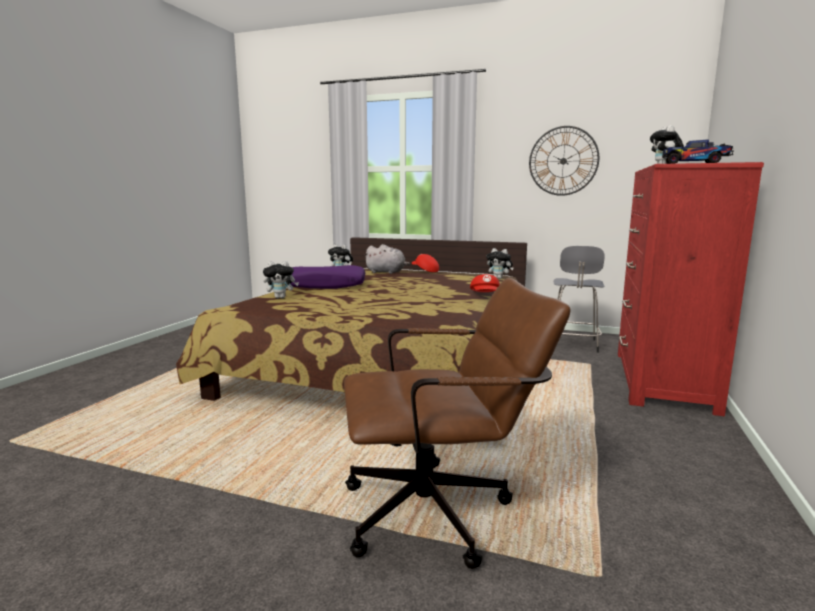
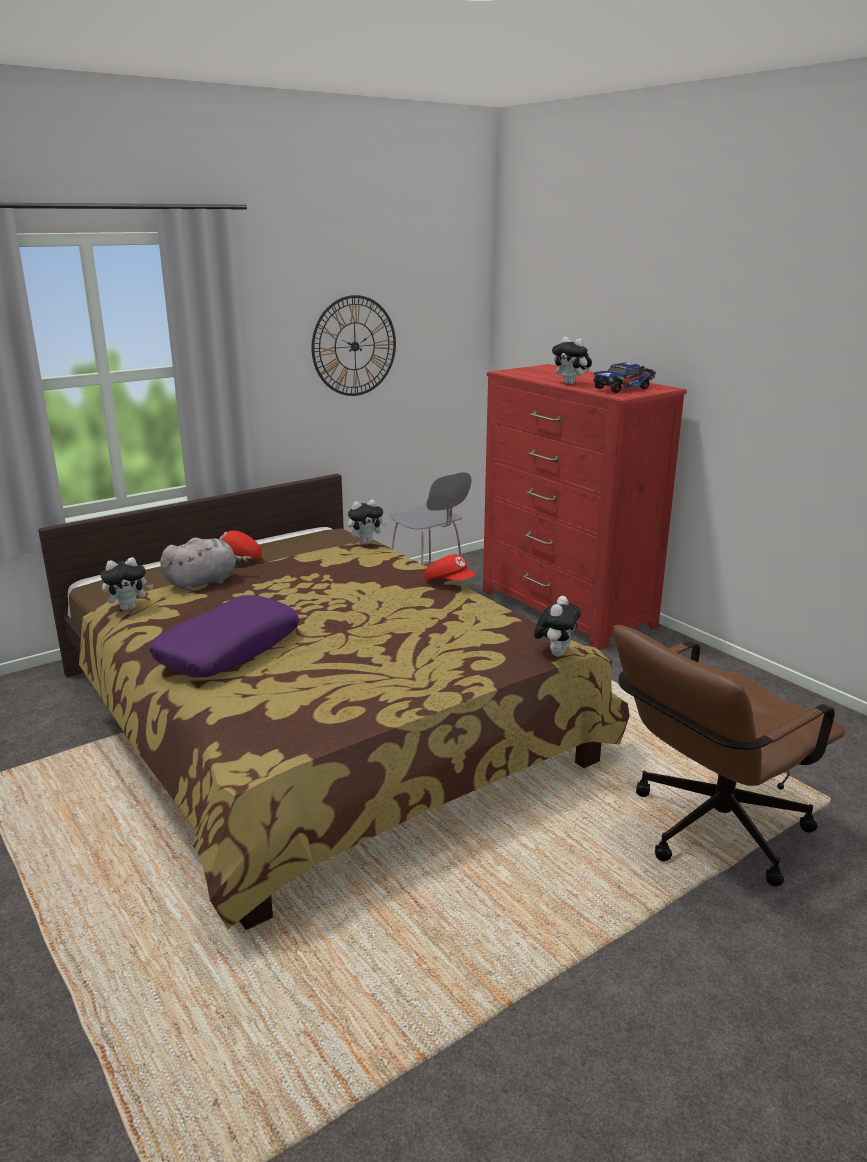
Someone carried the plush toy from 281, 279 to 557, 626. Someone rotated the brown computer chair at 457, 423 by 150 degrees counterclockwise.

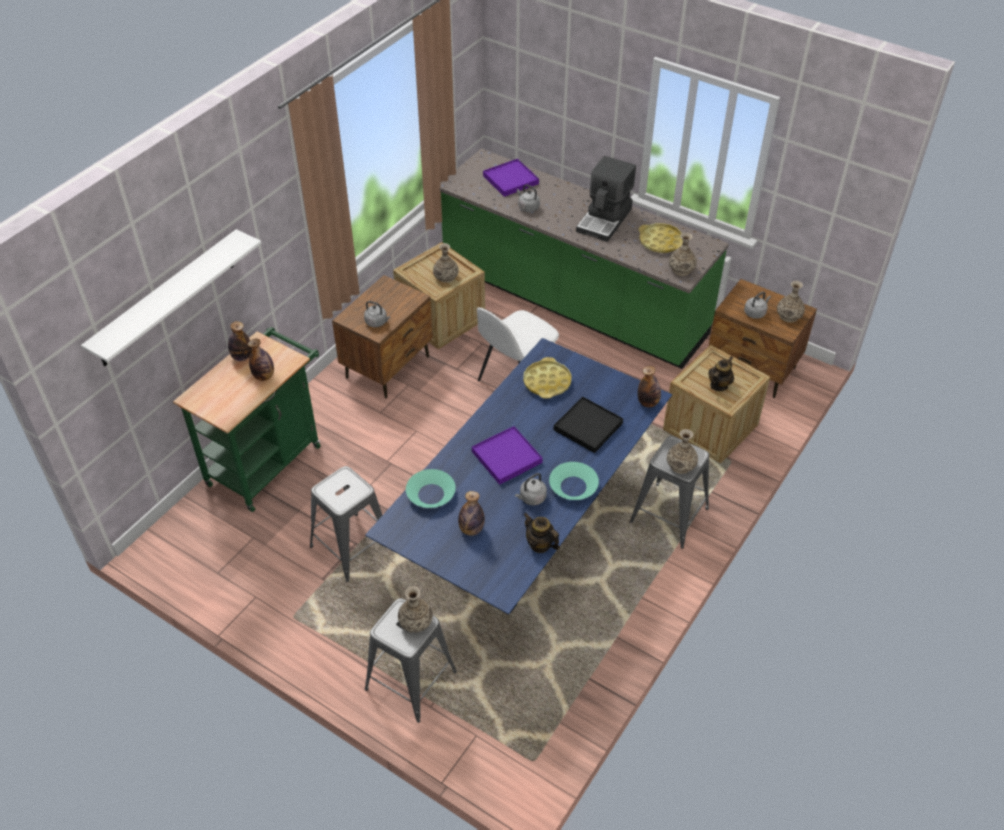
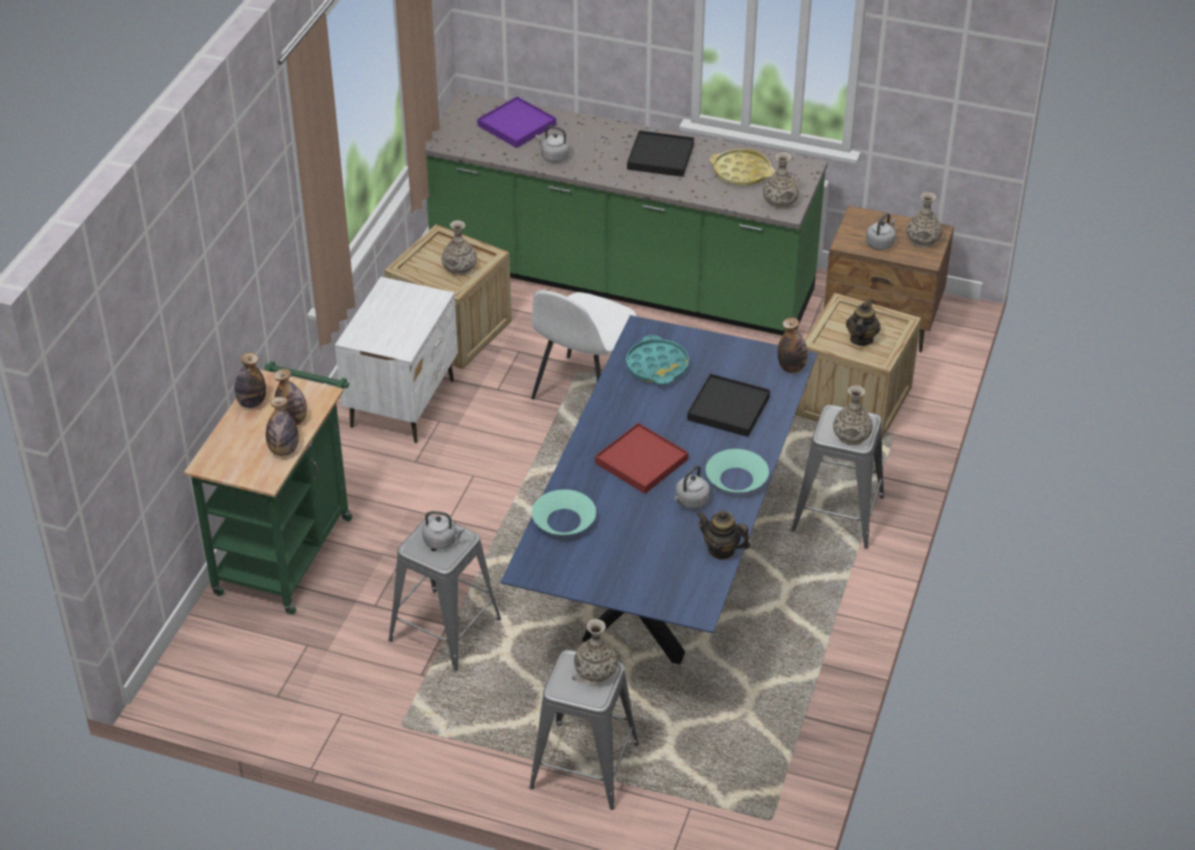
Someone took away the white bracket shelf at 171, 297. Someone carried the grey tea kettle from 377, 314 to 443, 530. Someone carried the bottle from 471, 513 to 282, 426. Someone swapped the coffee maker at 606, 199 for the blackish carrying tray at 660, 154. Someone repainted the brown night table at 382, 336, which became the white night table at 396, 360. Someone repainted the purplish carrying tray at 507, 455, which became the red carrying tray at 641, 458. Someone repainted the yellow-coloured carrying tray at 547, 378, which became the blue-green carrying tray at 657, 360.

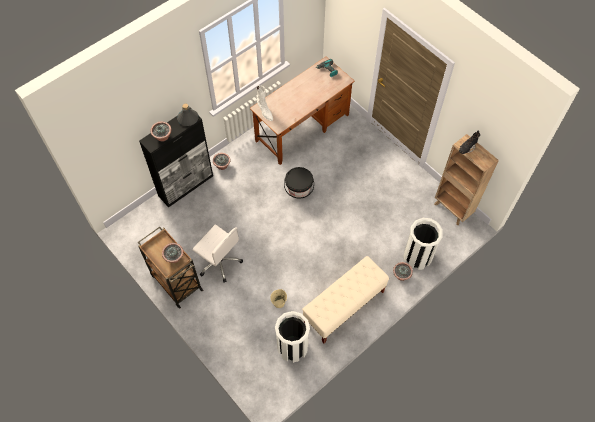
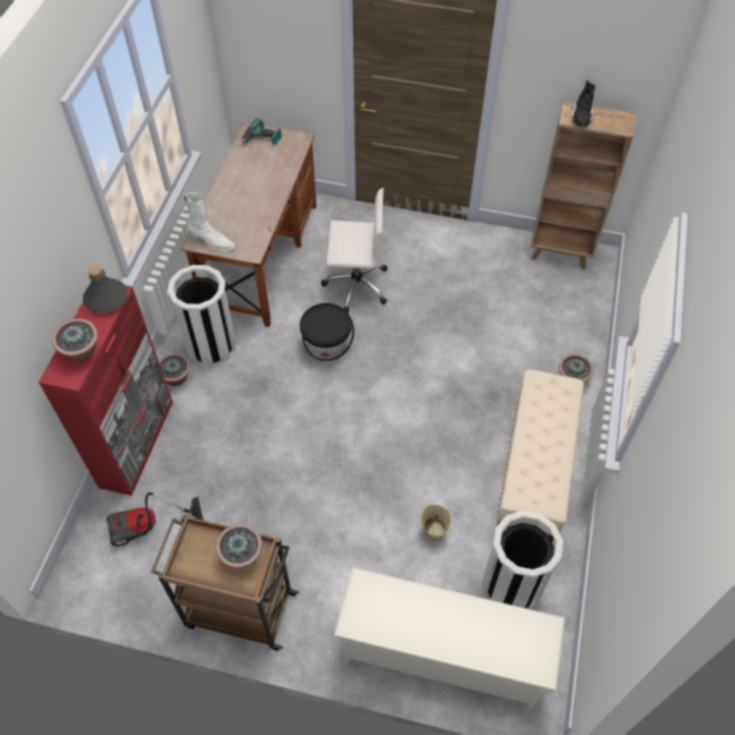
Someone put down the vacuum cleaner at 155, 519. Someone put down the white shoe stand at 449, 639. Someone carried the white computer chair from 217, 253 to 354, 250. Someone carried the white trash can from 423, 244 to 201, 315. Someone repainted the blackish cabinet at 176, 158, which became the red cabinet at 106, 390.

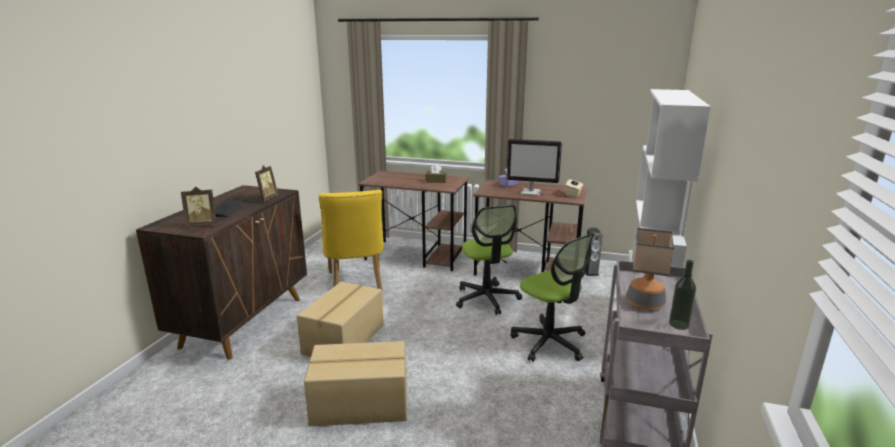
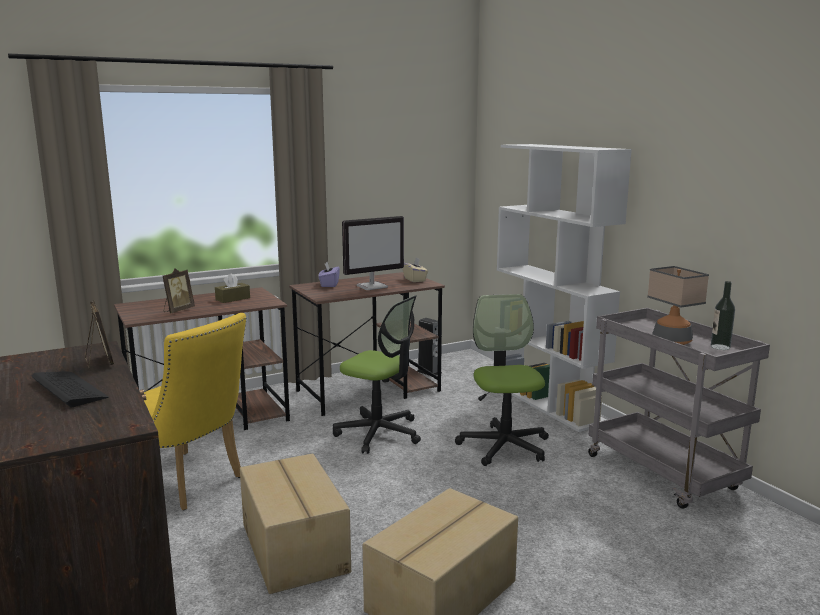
Someone carried the picture frame from 199, 207 to 179, 290. Someone rotated the computer chair at 553, 297 by 105 degrees counterclockwise.

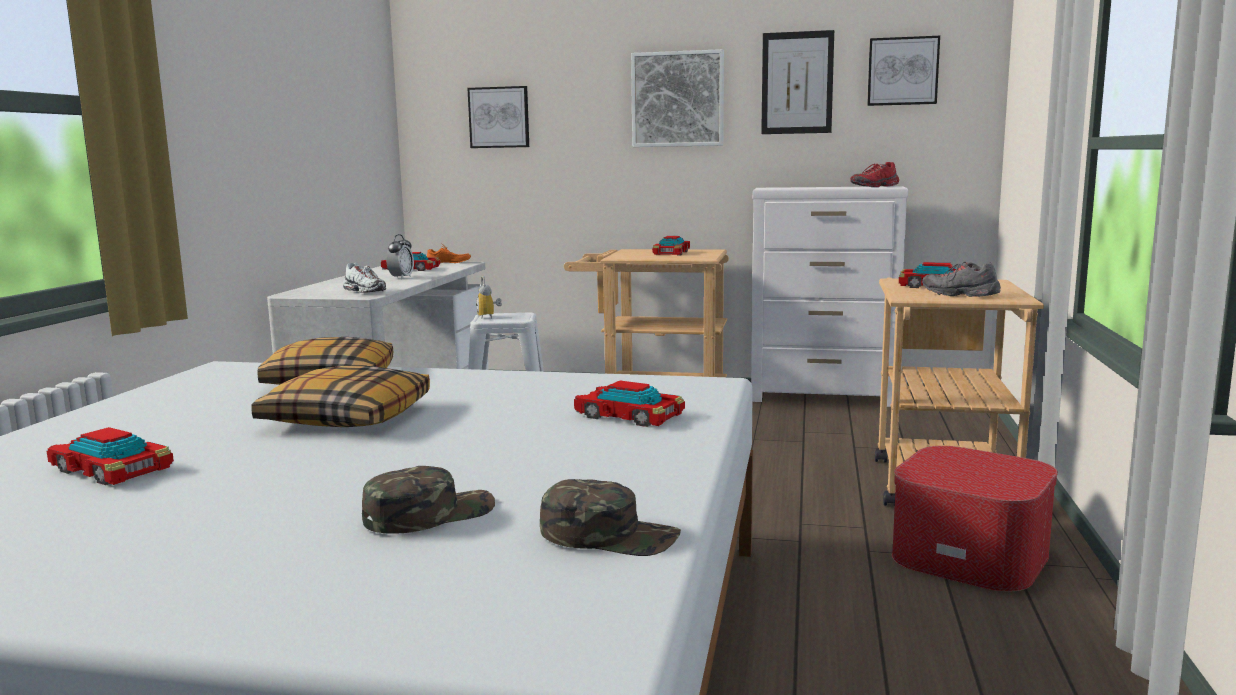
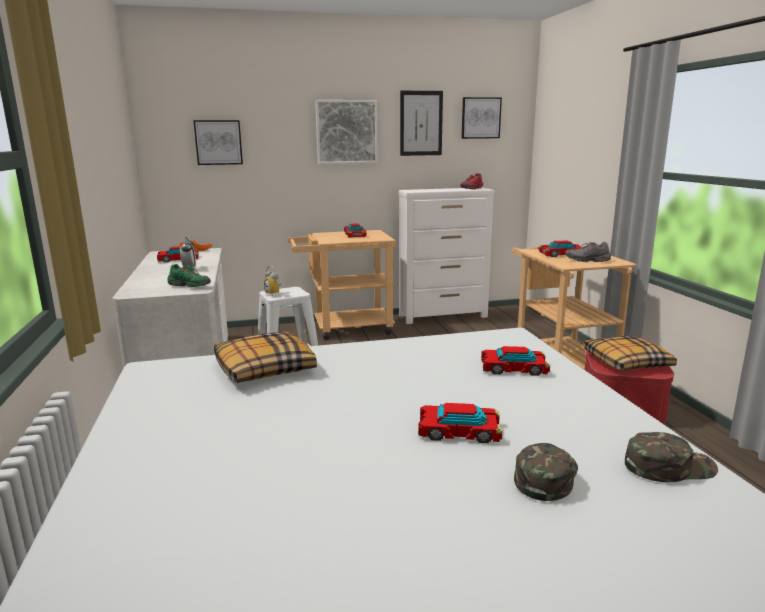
Someone carried the toy car from 110, 456 to 460, 423. Someone carried the pillow from 340, 396 to 630, 353. Someone repainted the white shoe at 364, 278, which became the green shoe at 189, 275.

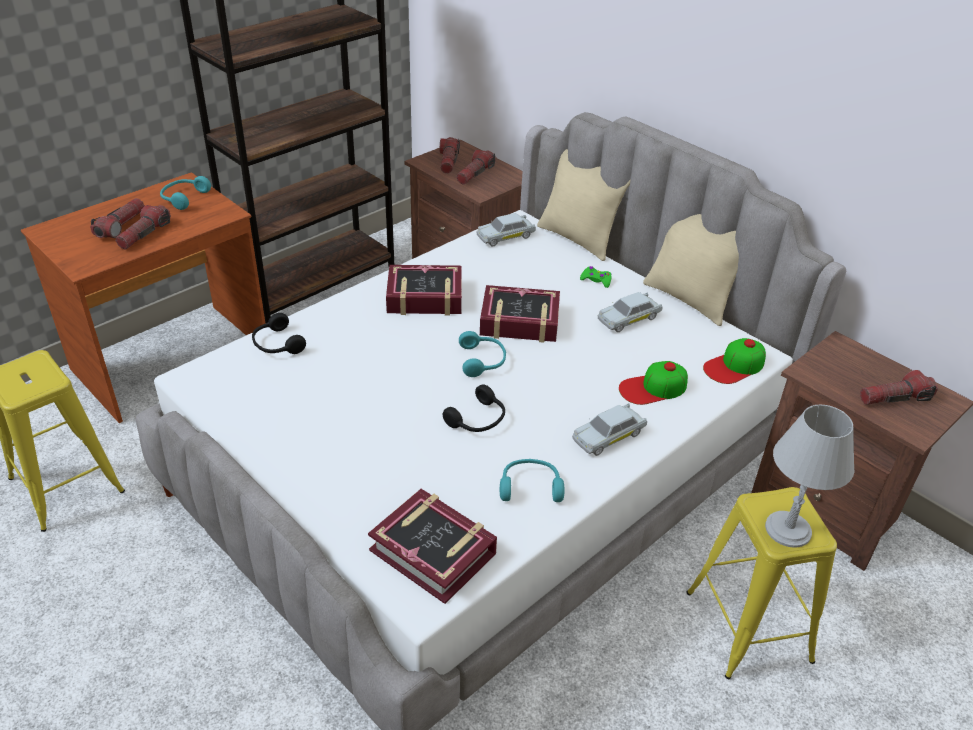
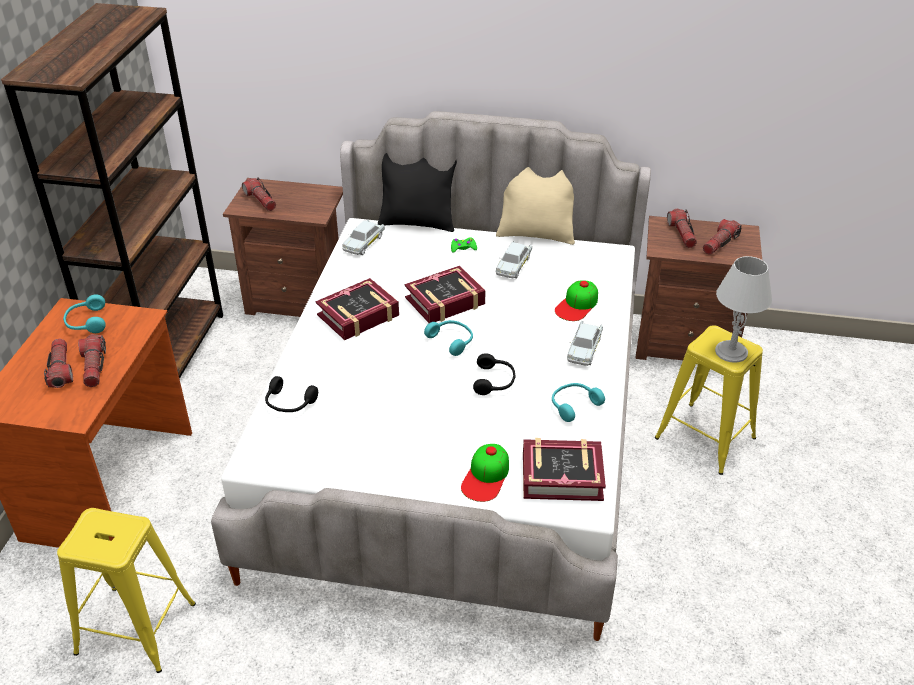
Someone carried the hand torch from 475, 167 to 682, 228. Someone carried the cap from 734, 361 to 485, 473. Someone repainted the beige-coloured pillow at 583, 205, which became the blackish pillow at 417, 192.

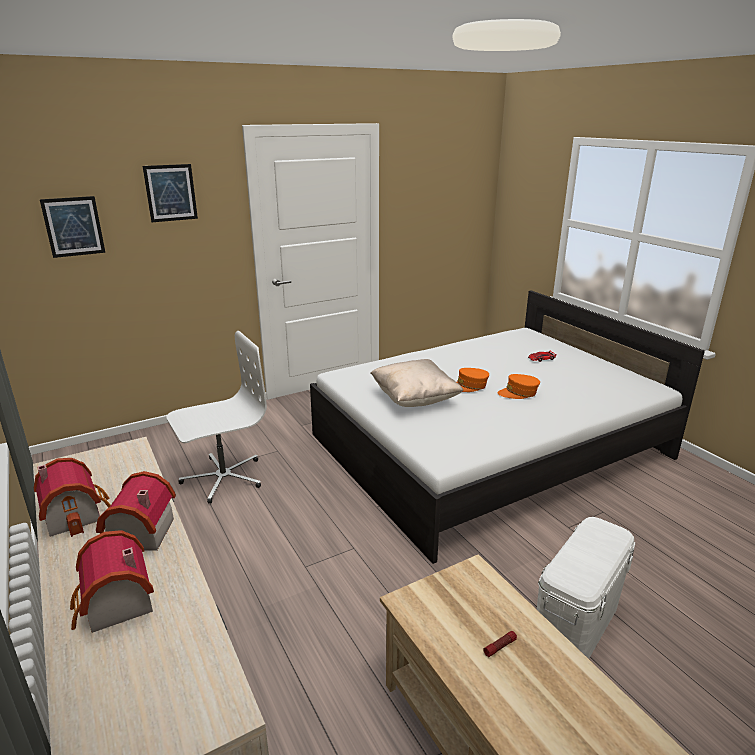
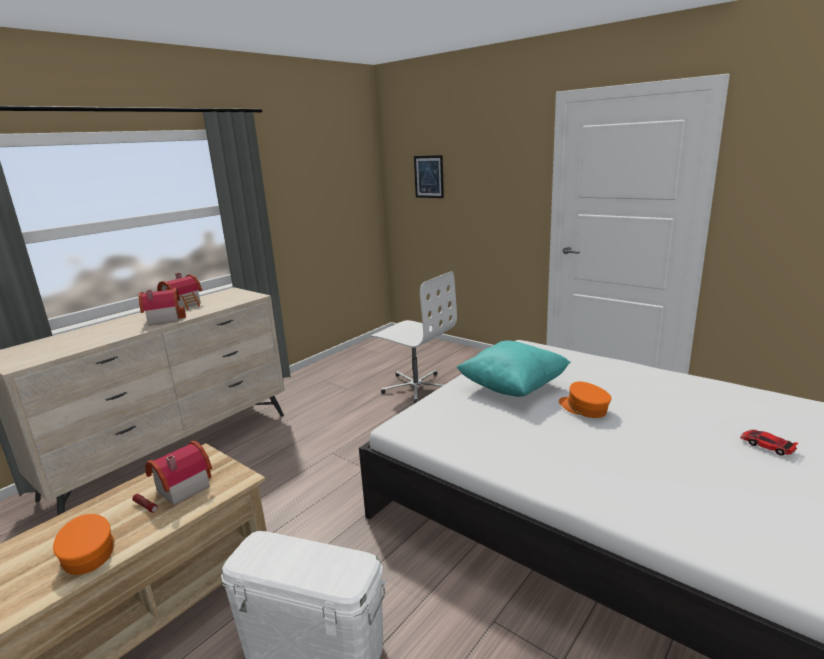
Someone took away the picture at 170, 193. Someone carried the model house from 112, 581 to 178, 473. Someone carried the orange-coloured cap from 519, 386 to 84, 544. Someone repainted the beige-coloured pillow at 416, 383, which became the blue-green pillow at 513, 369.

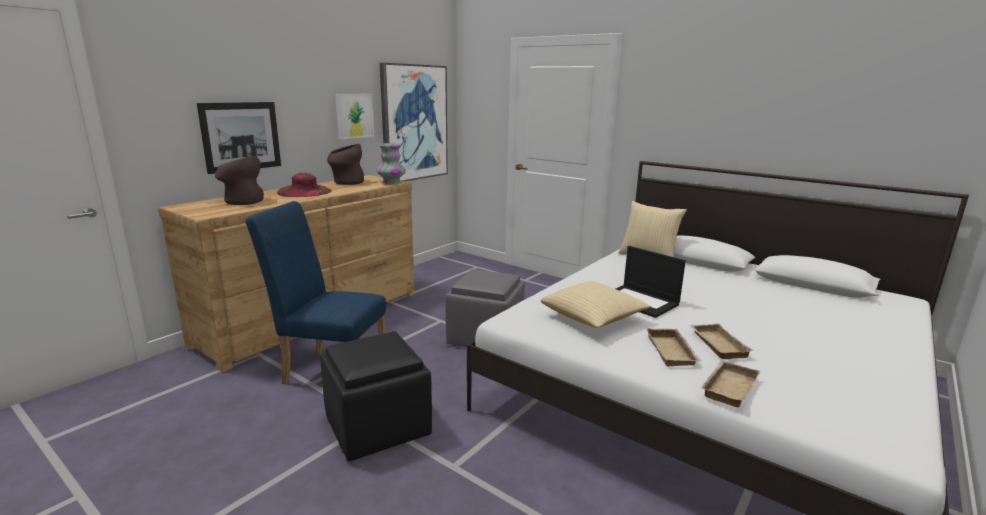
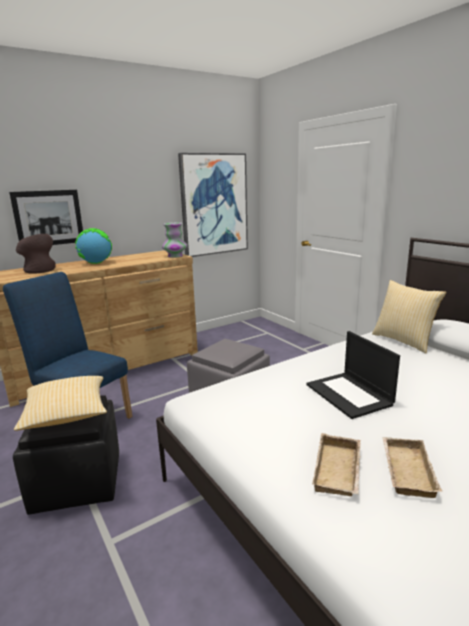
Someone took away the brown decorative vase at 345, 164. Someone took away the picture at 354, 116. Someone took away the beige-coloured carrying tray at 730, 384. Someone carried the pillow from 596, 304 to 60, 403. Someone swapped the brown hat at 304, 185 for the world globe at 93, 246.

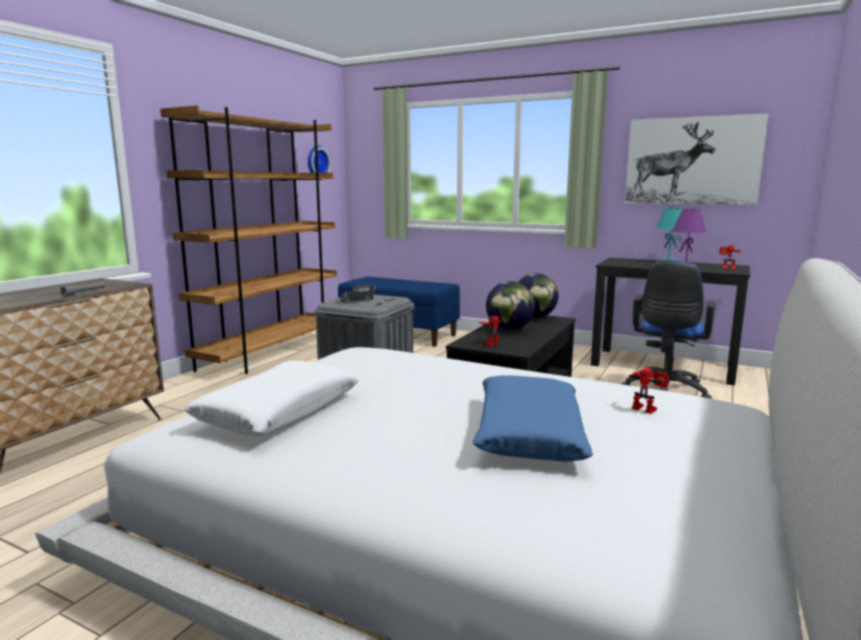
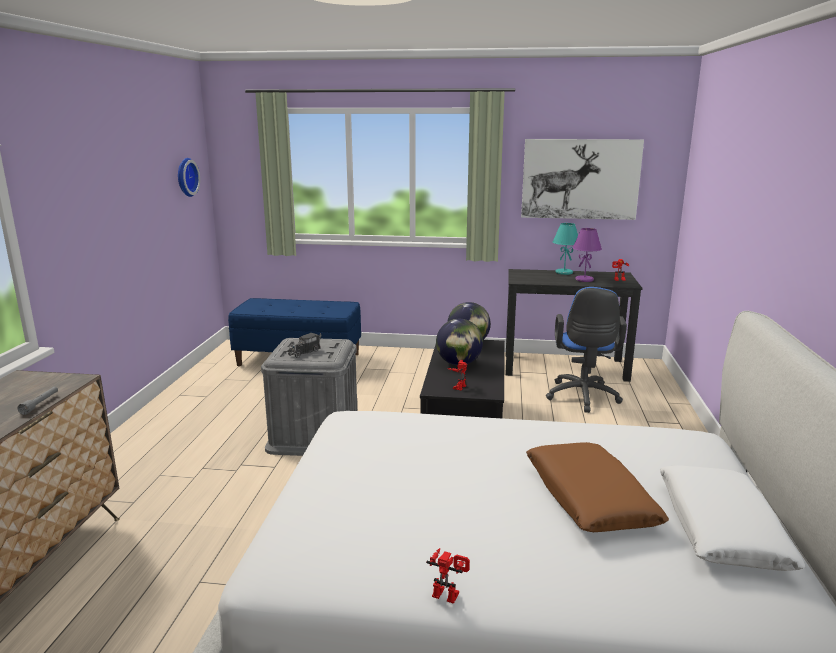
Someone took away the brown bookshelf at 248, 239. Someone carried the white pillow from 270, 398 to 732, 518. Someone carried the robot figure from 649, 391 to 448, 576. Someone repainted the bluish pillow at 533, 418, which became the brown pillow at 597, 487.

